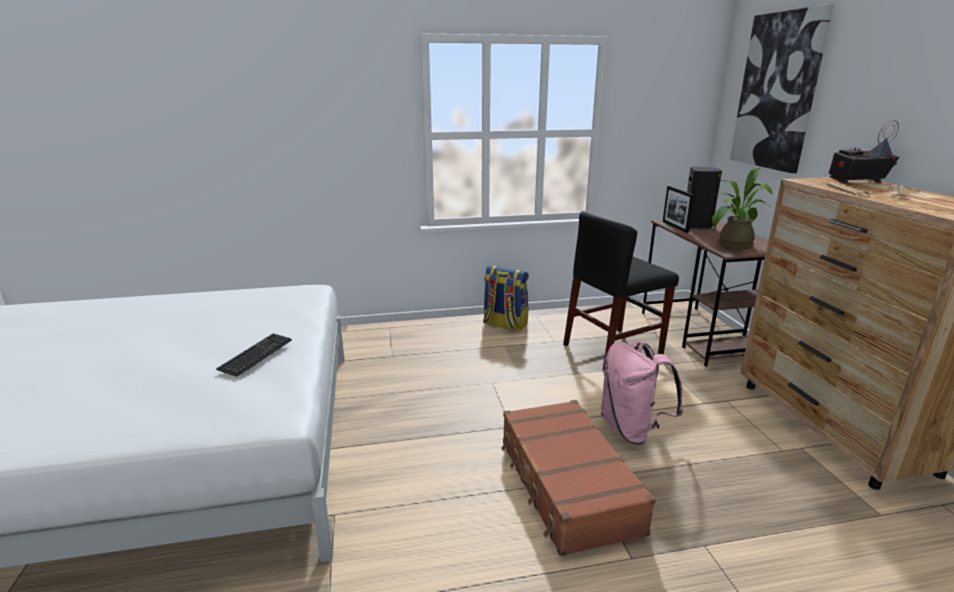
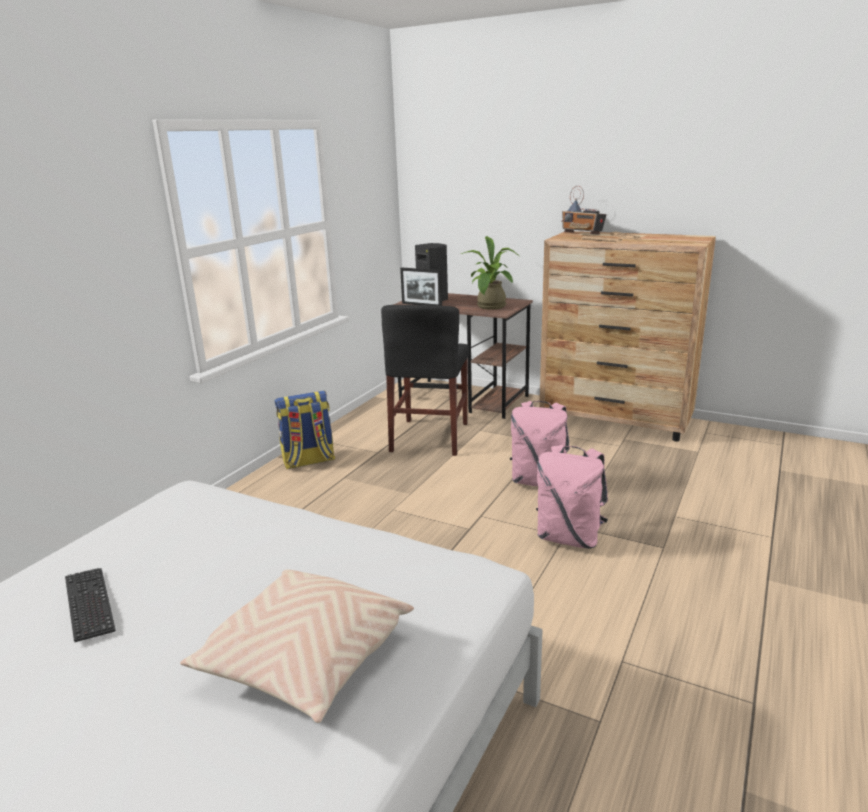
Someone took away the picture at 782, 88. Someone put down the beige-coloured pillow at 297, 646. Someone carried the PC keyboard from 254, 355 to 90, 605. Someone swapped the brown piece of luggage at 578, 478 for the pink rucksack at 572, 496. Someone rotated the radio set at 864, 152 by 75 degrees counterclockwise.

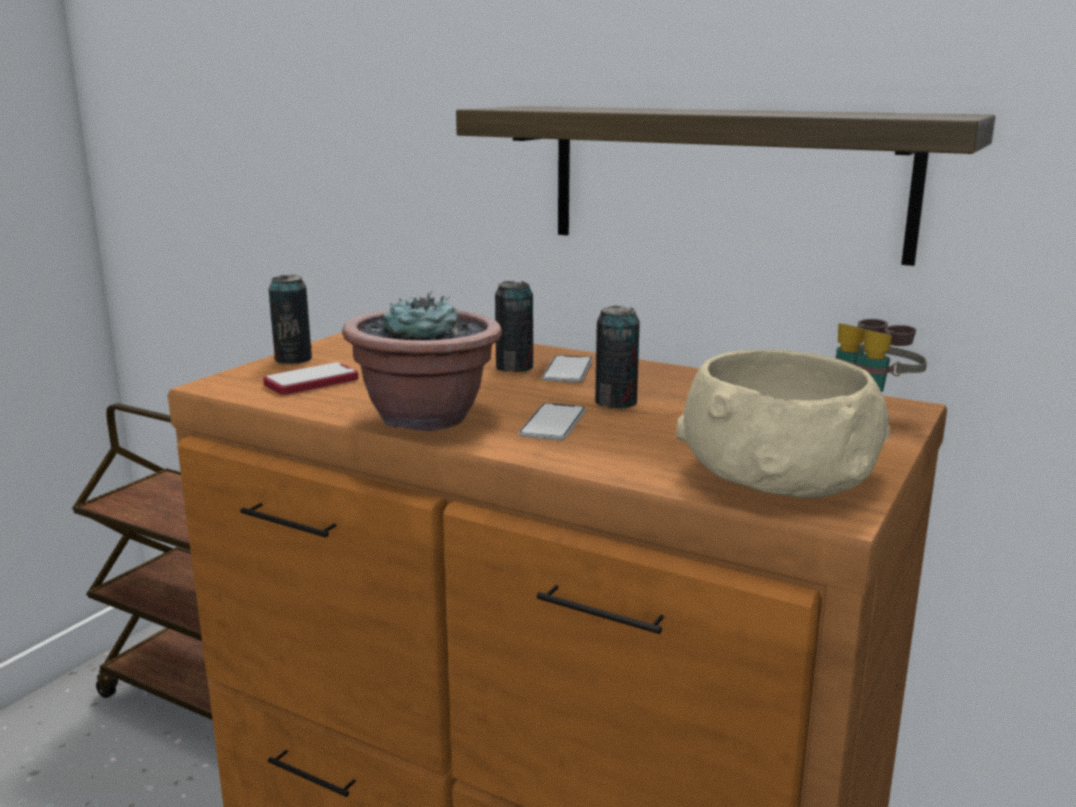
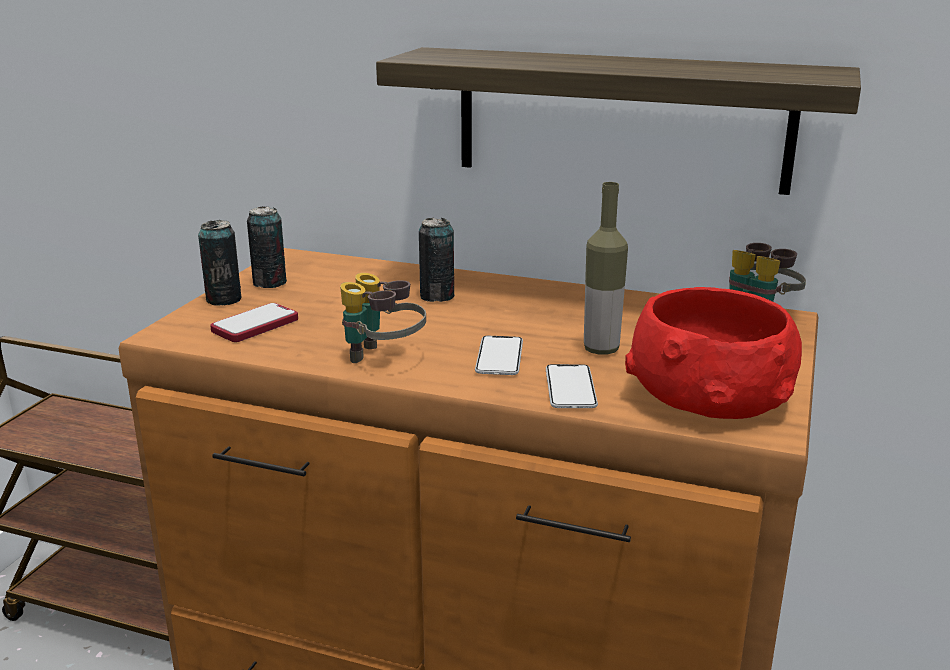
Someone put down the bottle at 606, 268. Someone carried the telephone from 567, 369 to 572, 386. Someone carried the sealed can from 617, 357 to 267, 247. Someone swapped the houseplant at 422, 361 for the pair of binoculars at 383, 318. Someone repainted the beige-coloured serving bowl at 783, 423, which became the red serving bowl at 713, 353.

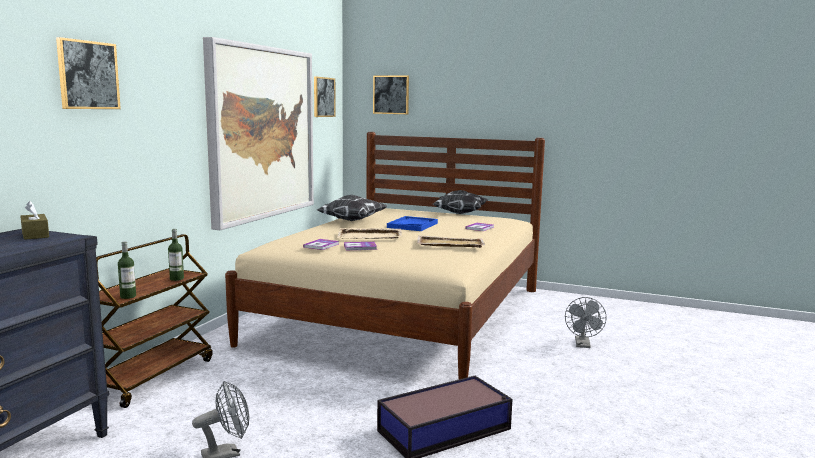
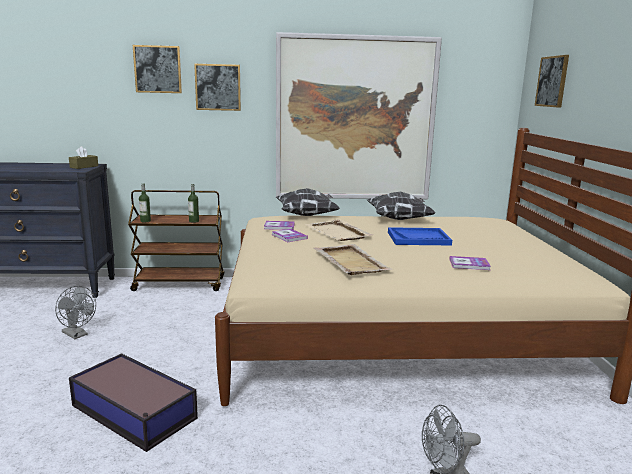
Someone carried the picture from 325, 96 to 217, 87. Someone carried the pillow from 460, 202 to 307, 202.

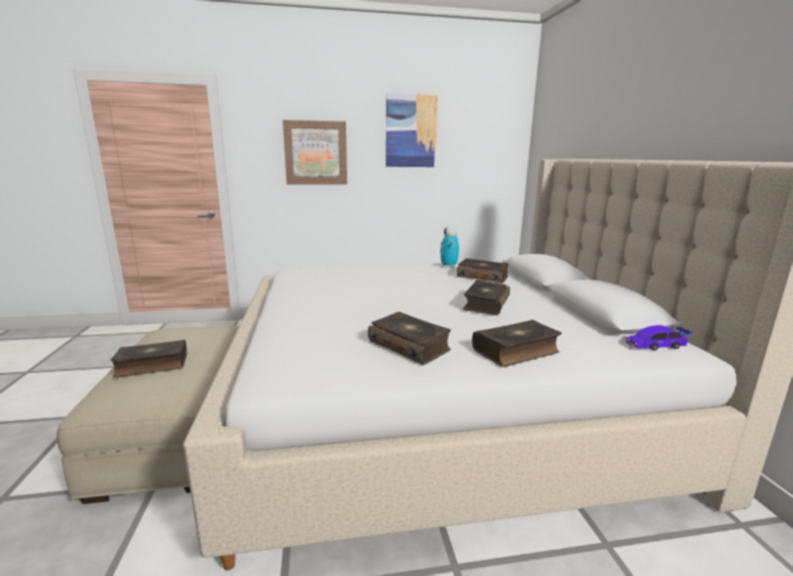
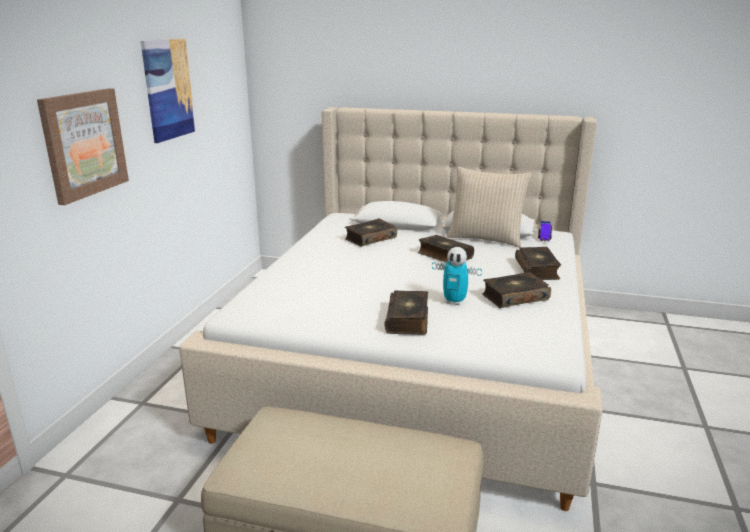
Someone put down the beige-coloured pillow at 489, 207. Someone carried the book from 149, 359 to 406, 313. Someone carried the robot figure from 449, 246 to 457, 276.

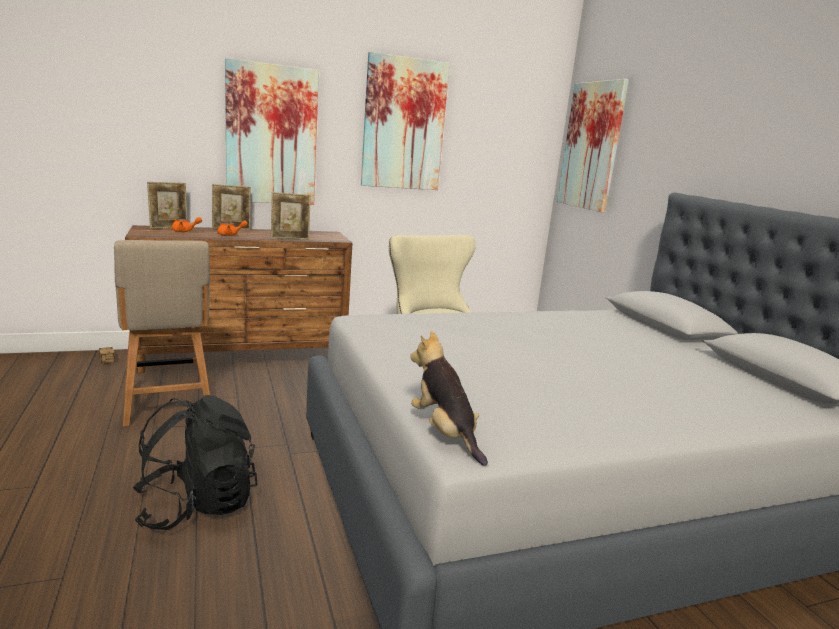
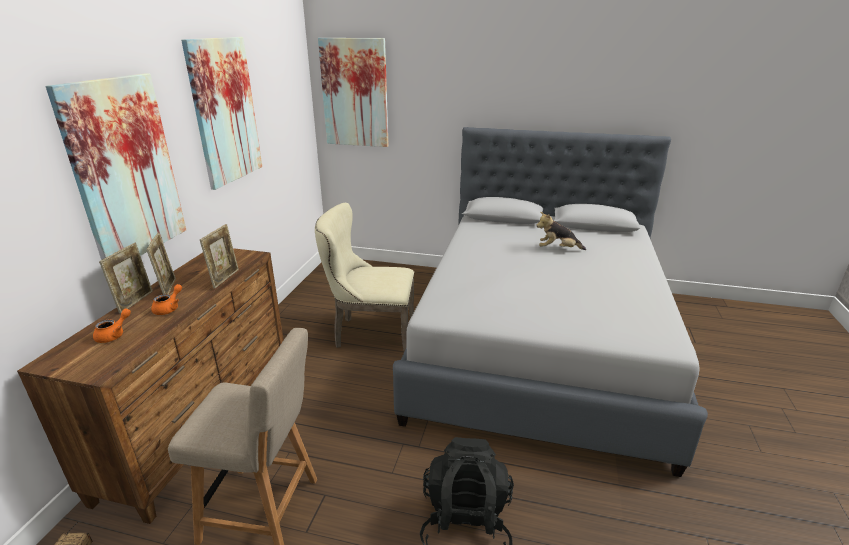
Someone carried the picture frame from 167, 205 to 161, 264. Someone carried the plush toy from 449, 398 to 561, 231.

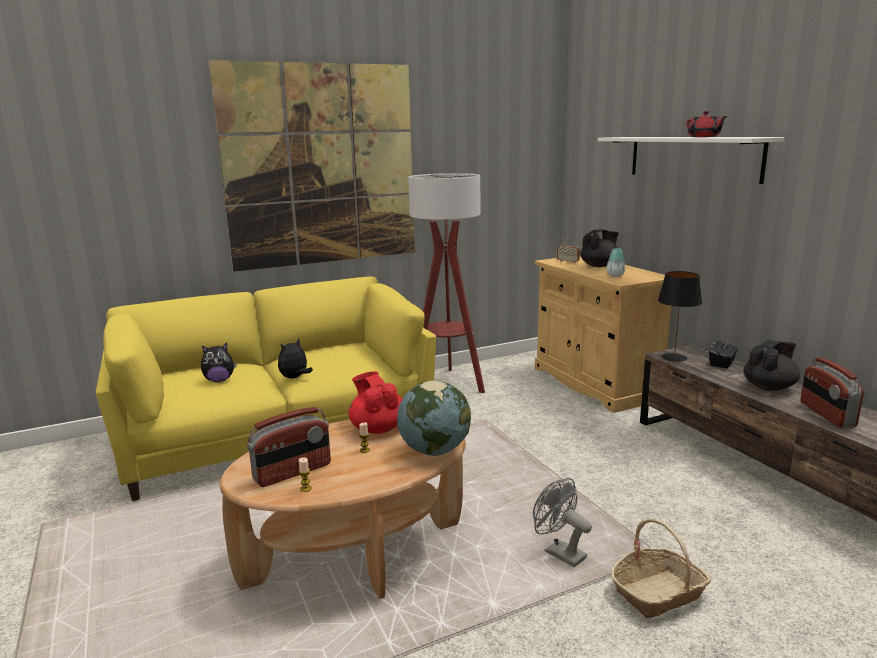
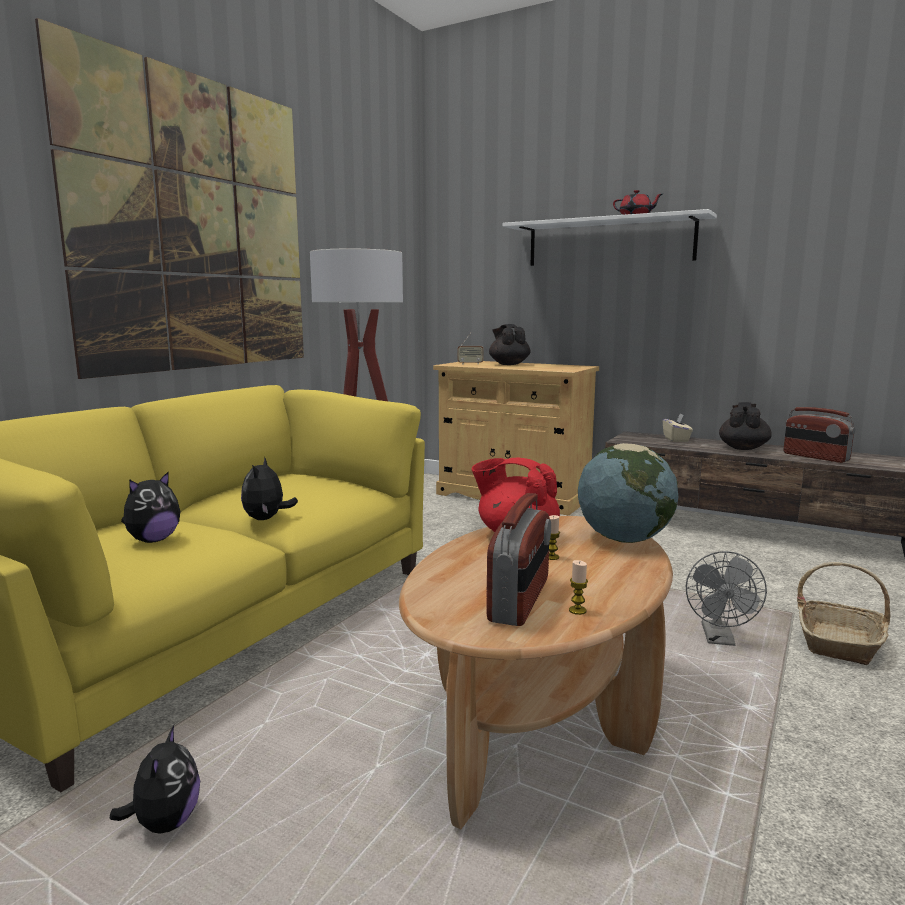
Someone took away the decorative vase at 615, 262. Someone took away the blackish lamp for a table at 680, 316. Someone put down the plush toy at 154, 779. Someone repainted the blackish tissue holder at 723, 353, which became the beige-coloured tissue holder at 678, 428. Someone rotated the grey cooling fan at 562, 522 by 90 degrees counterclockwise. Someone rotated the blackish teapot at 599, 248 by 45 degrees counterclockwise.

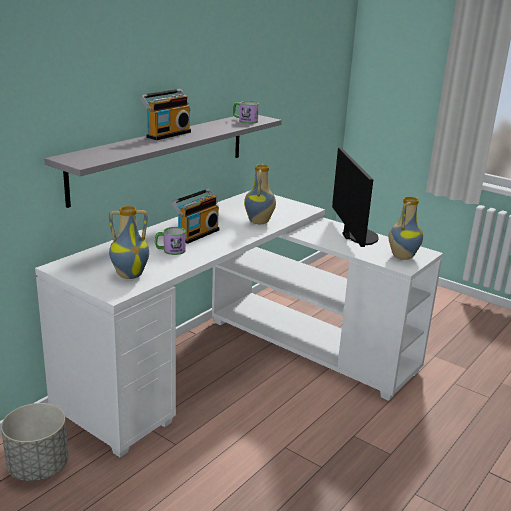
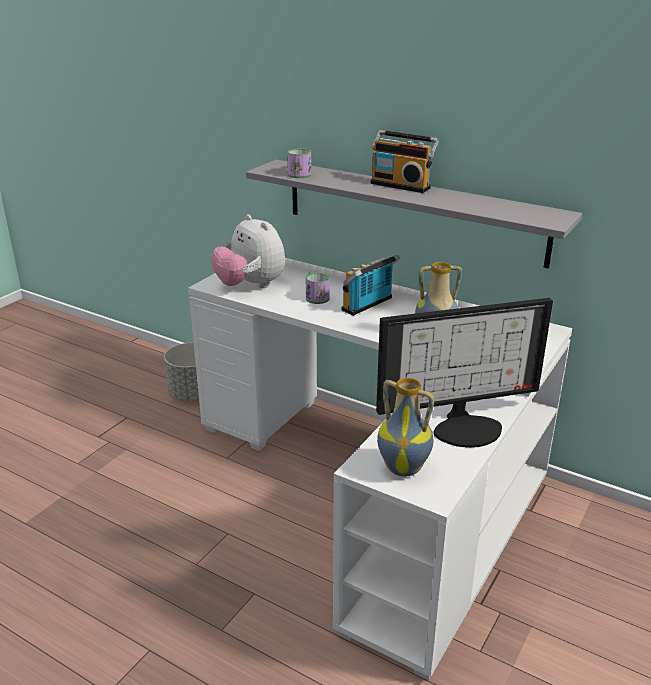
Someone carried the coffee mug from 246, 112 to 299, 163. Someone swapped the decorative vase at 129, 242 for the plush toy at 248, 251. Someone rotated the radio set at 195, 216 by 105 degrees clockwise.

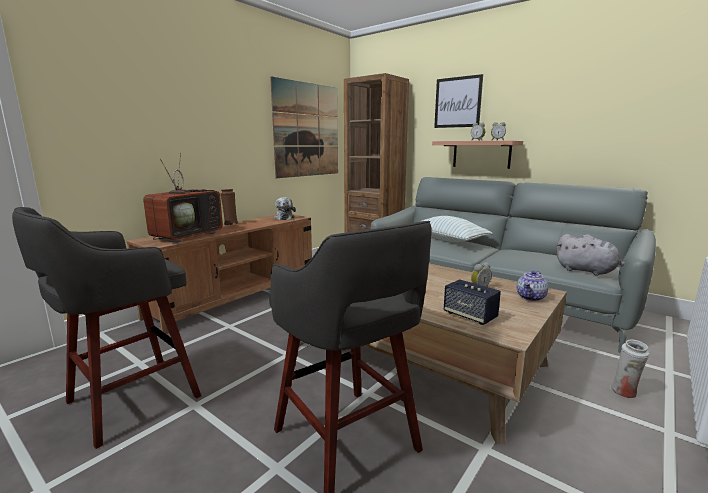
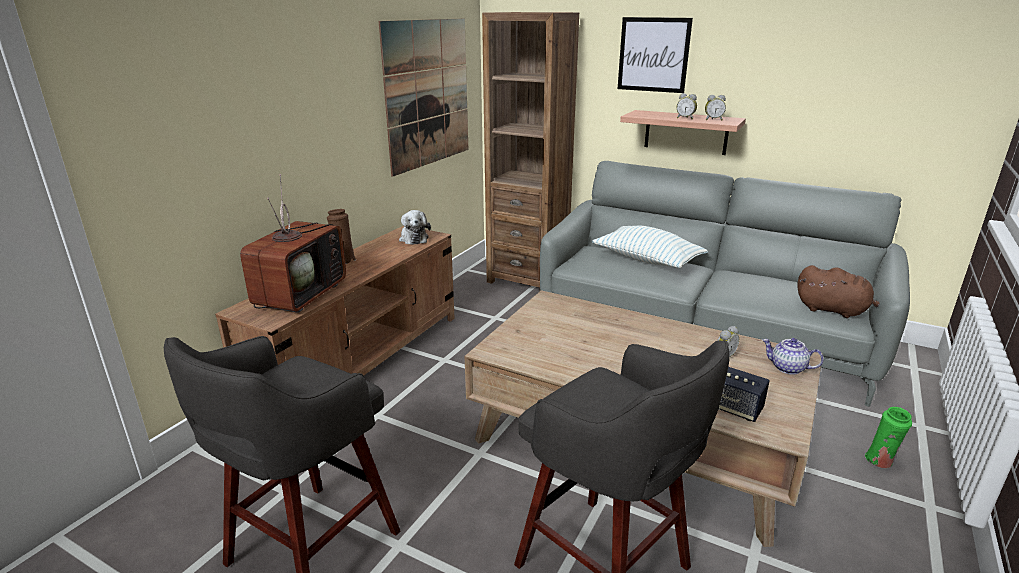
Someone repainted the grey plush toy at 591, 255, which became the brown plush toy at 838, 291. Someone repainted the white decorative vase at 630, 368, which became the green decorative vase at 888, 437. Someone rotated the teapot at 532, 286 by 90 degrees clockwise.

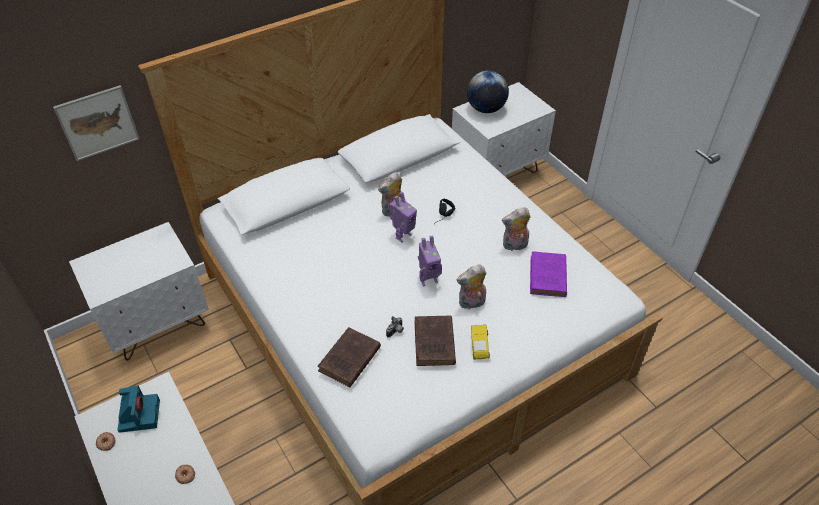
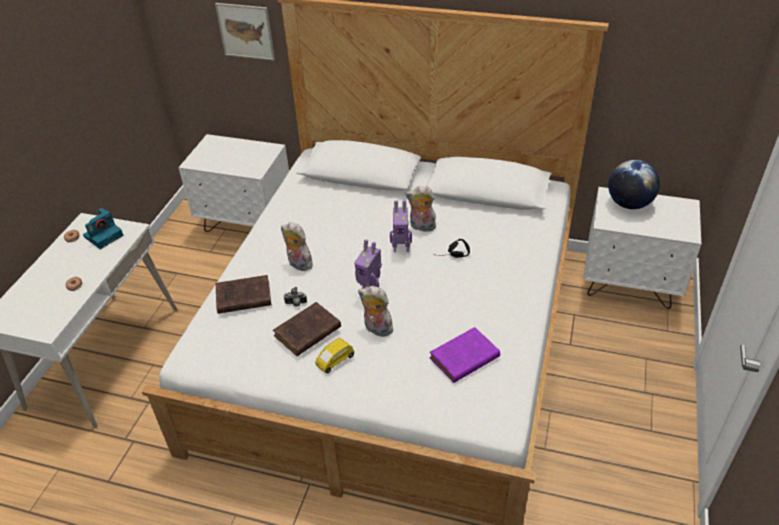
Someone carried the plush toy from 516, 229 to 297, 246.

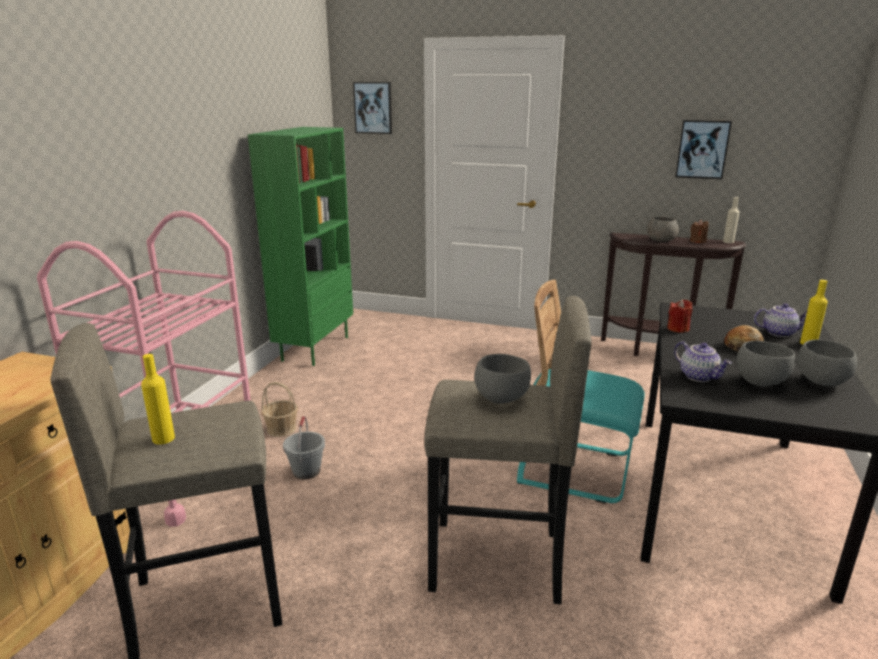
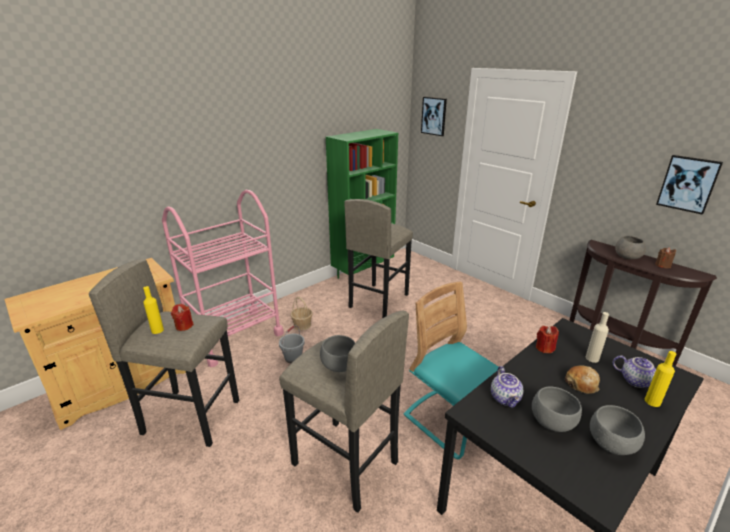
Someone put down the red wax candle at 182, 317. Someone put down the grey stool at 378, 258. Someone carried the beige-coloured bottle from 731, 220 to 597, 337.

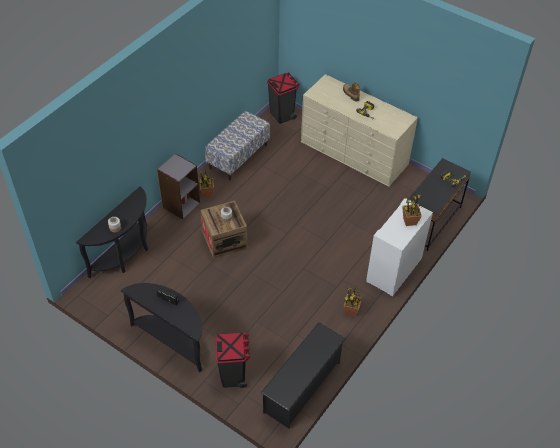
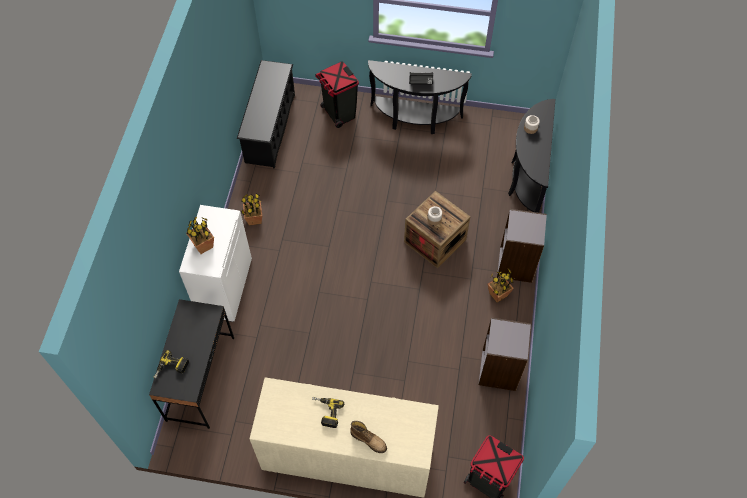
Someone swapped the indoor bench at 237, 145 for the grey bookshelf at 504, 354.

